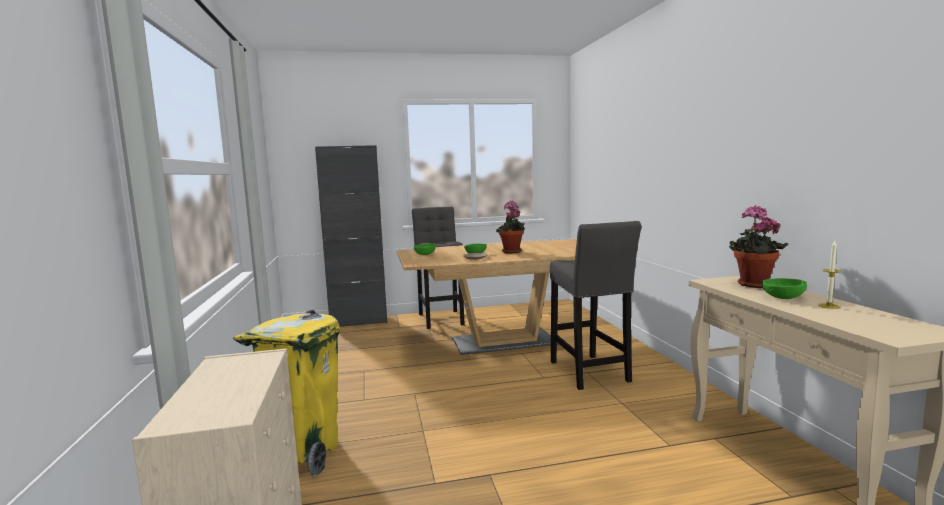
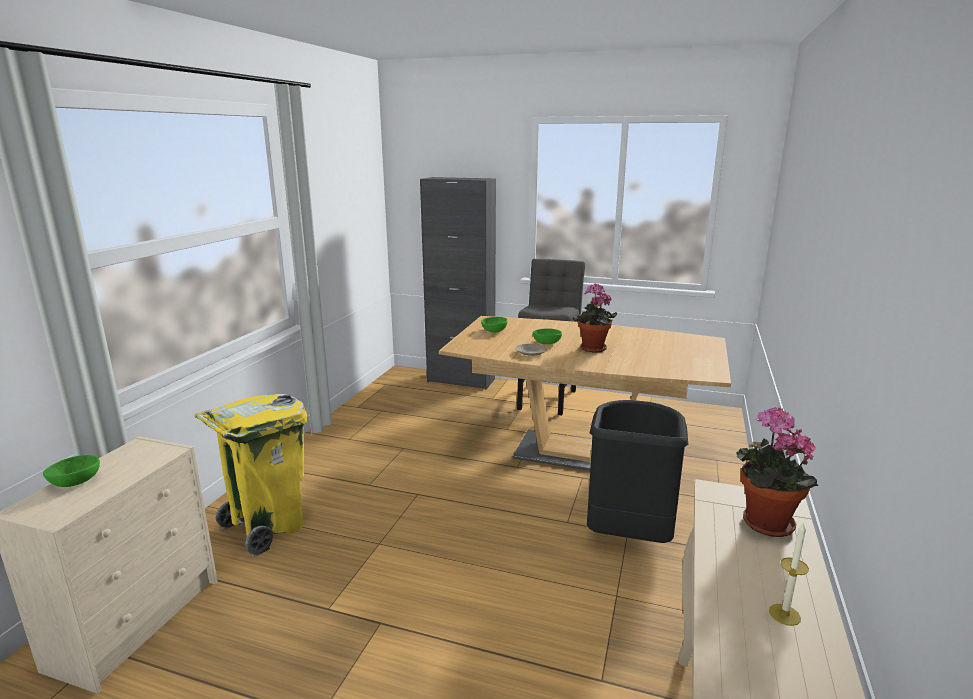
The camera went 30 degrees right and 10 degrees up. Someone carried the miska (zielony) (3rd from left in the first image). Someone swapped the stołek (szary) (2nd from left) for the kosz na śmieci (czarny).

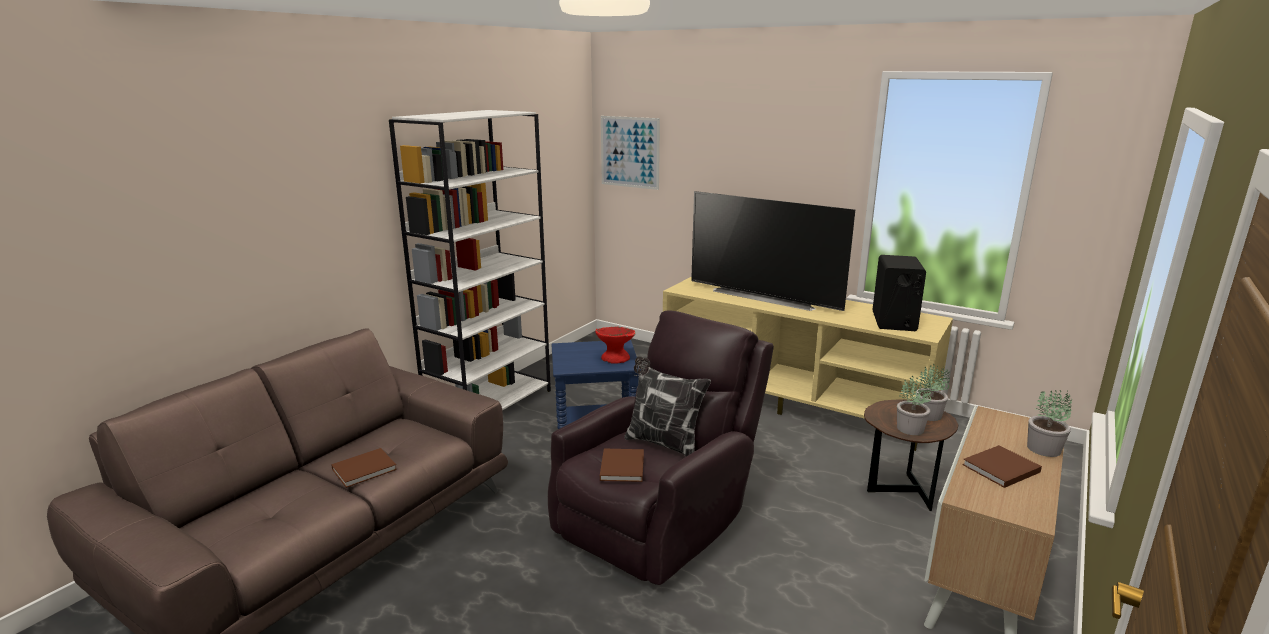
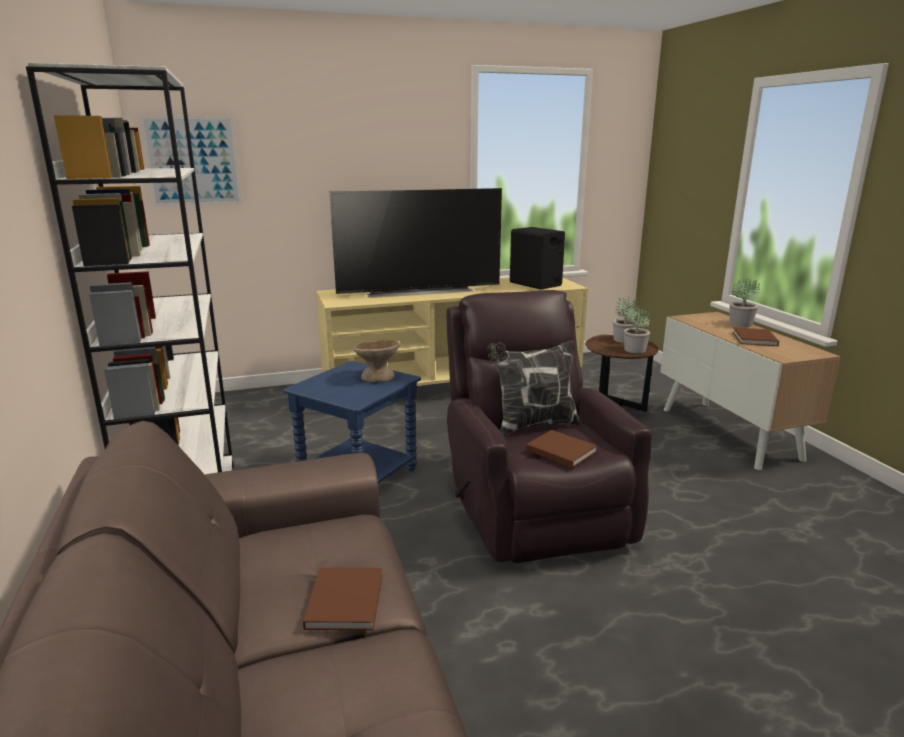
The camera went 50 degrees left and 0 degrees up. Someone repainted the miska (czerwony), which became the miska (beżowy).

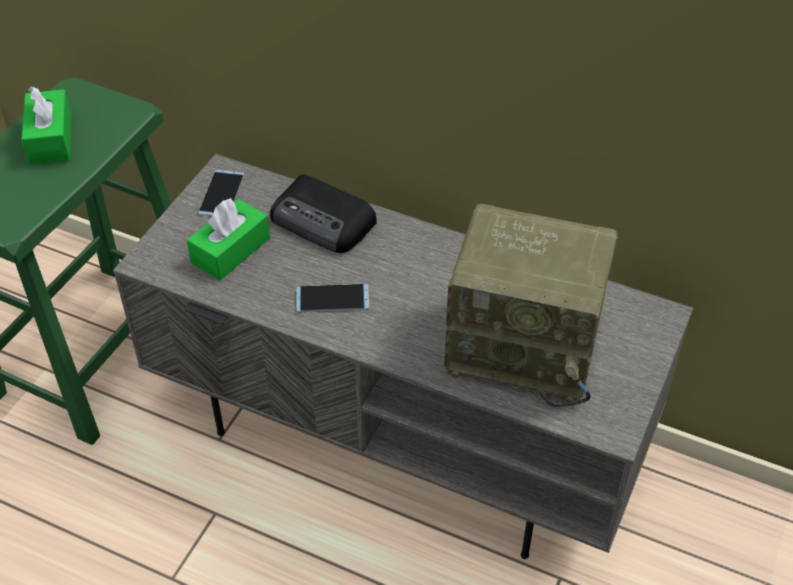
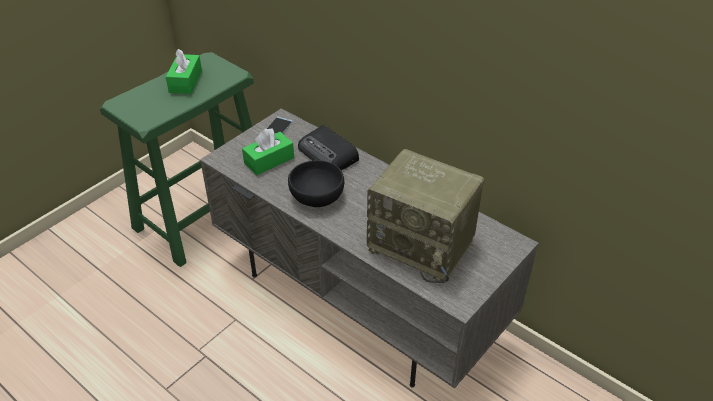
The camera went 15 degrees right and 5 degrees down. Someone swapped the telefon (2nd from left) for the miska (czarny).

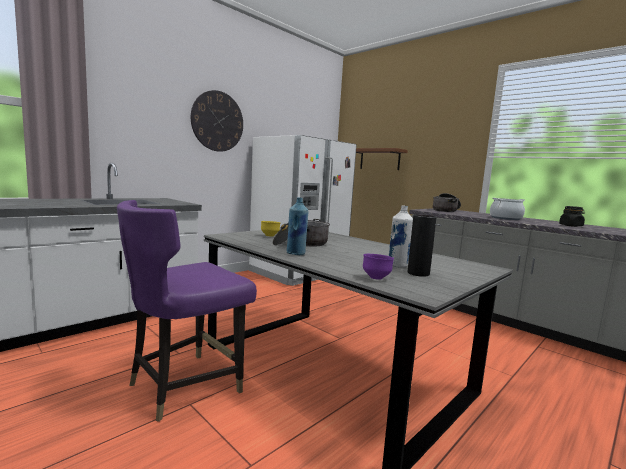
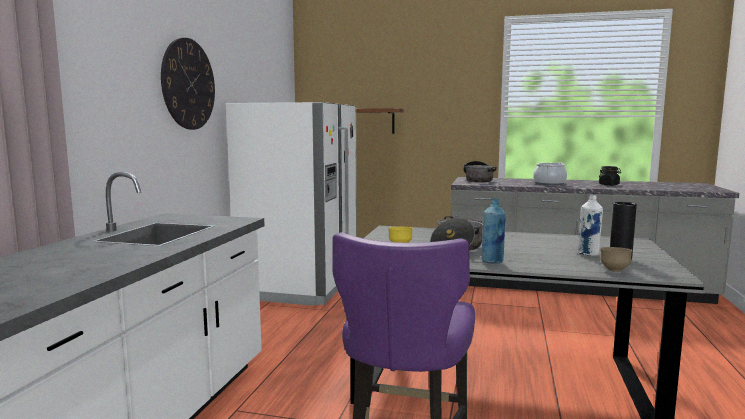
The camera went 30 degrees left and 0 degrees up. Someone repainted the miska (fioletowy), which became the miska (brązowy).

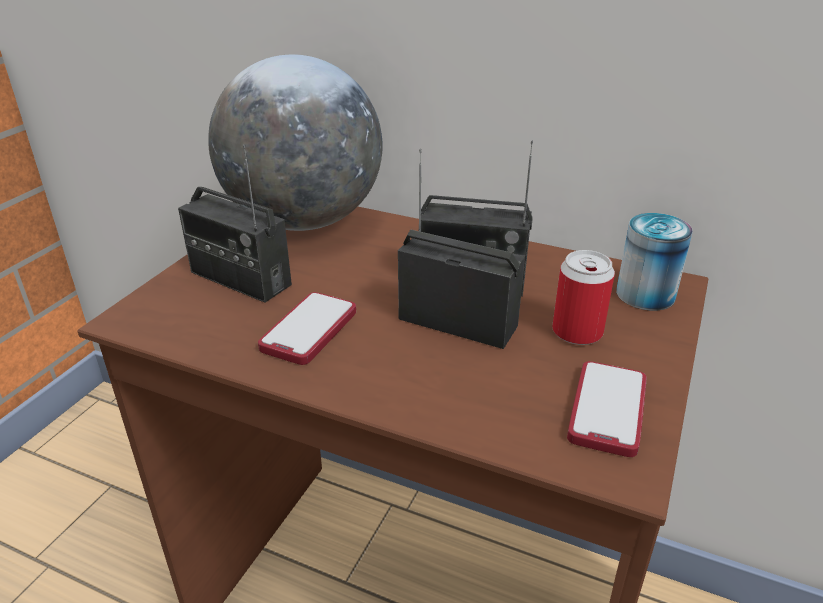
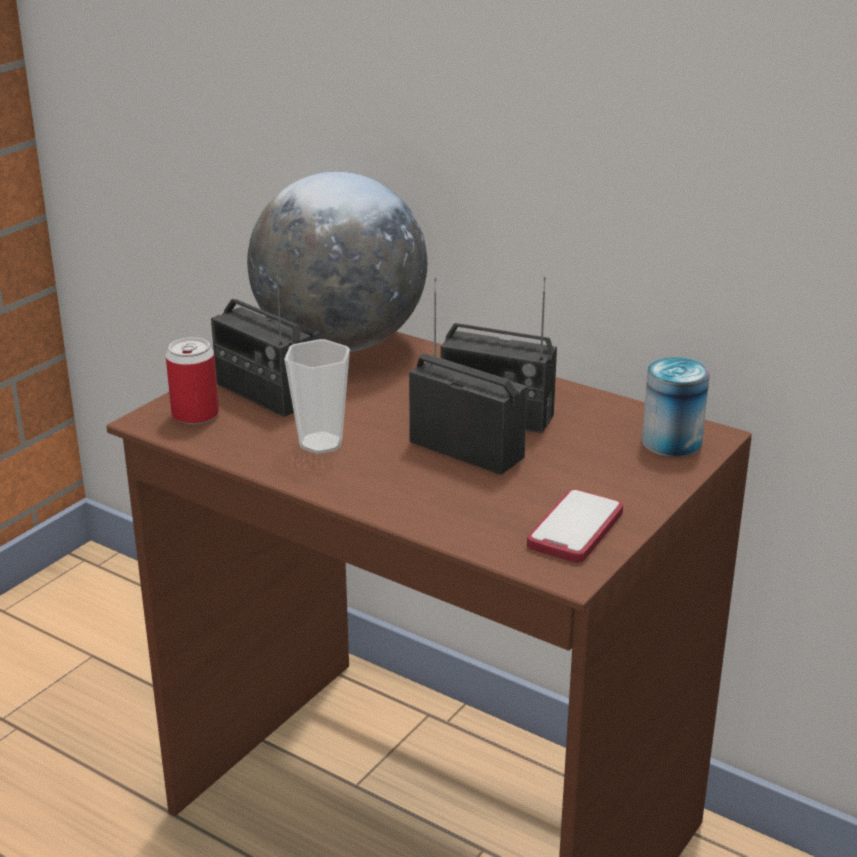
The camera went 10 degrees right and 5 degrees down. Someone carried the puszka (1st from left). Someone swapped the telefon (1st from left) for the filiżanka.

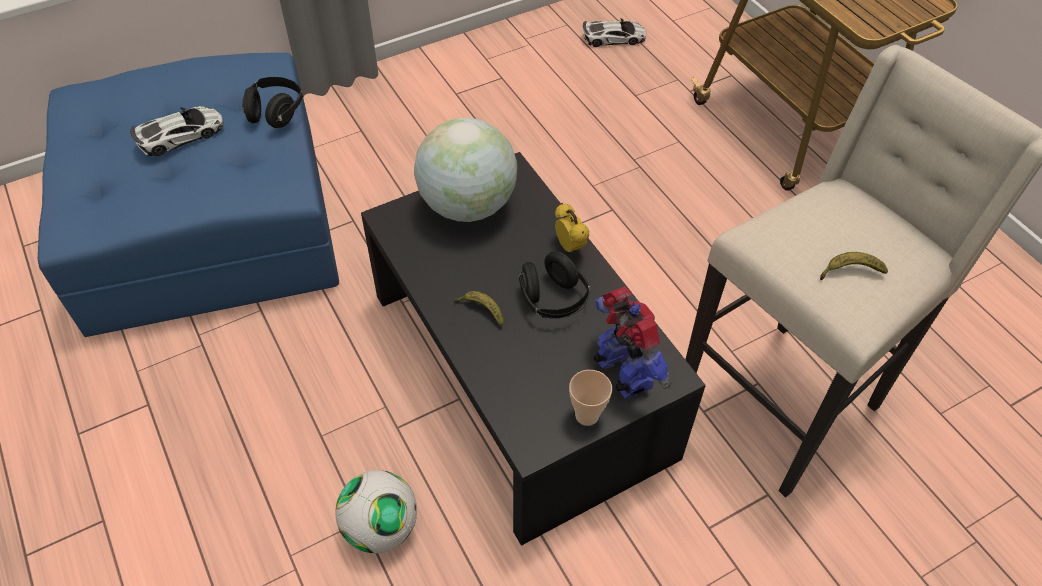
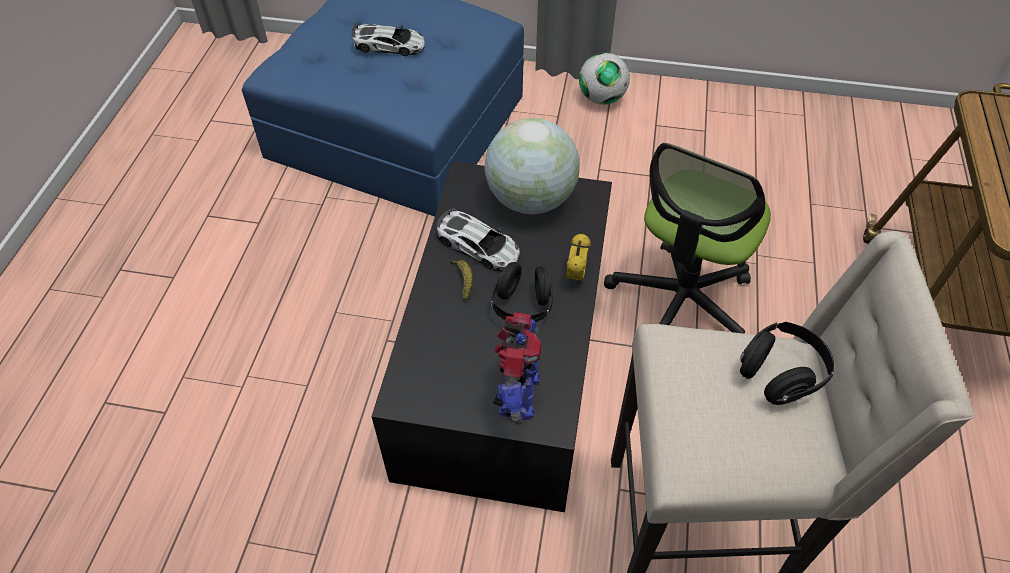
The camera went 40 degrees right and 0 degrees up. Someone carried the samochodzik (2nd from left). Someone carried the piłka futbolowa. Someone put down the krzesło biurowe. Someone carried the słuchawki (czarny) (1st from left in the first image). Someone took away the filiżanka. Someone took away the banan (2nd from left).

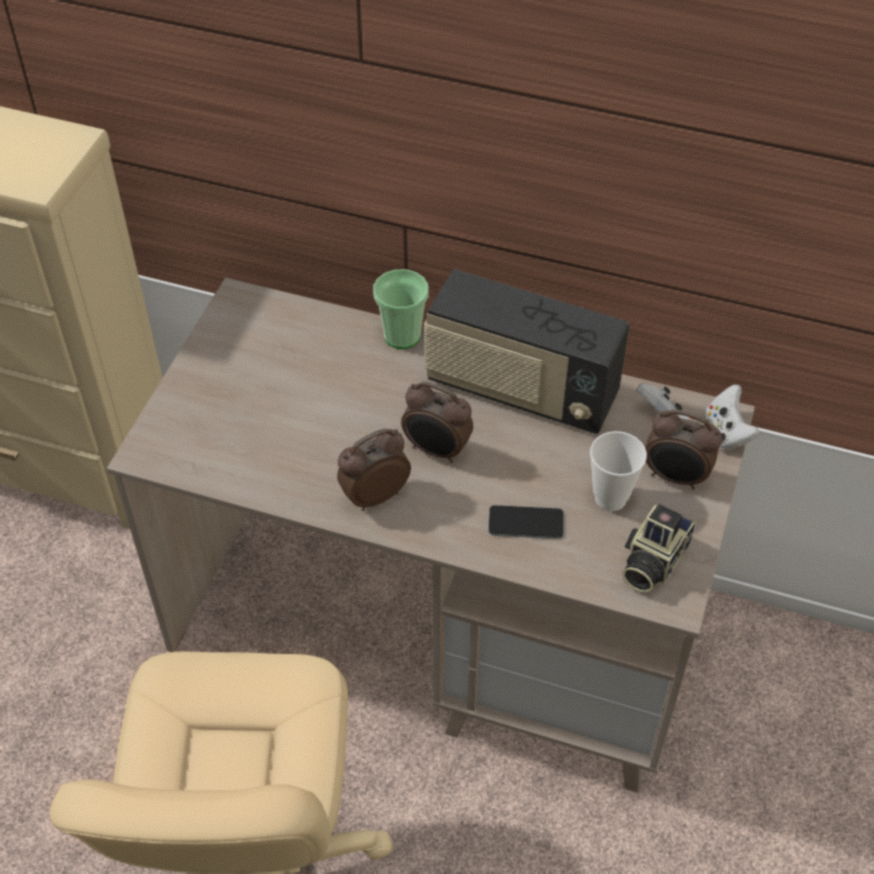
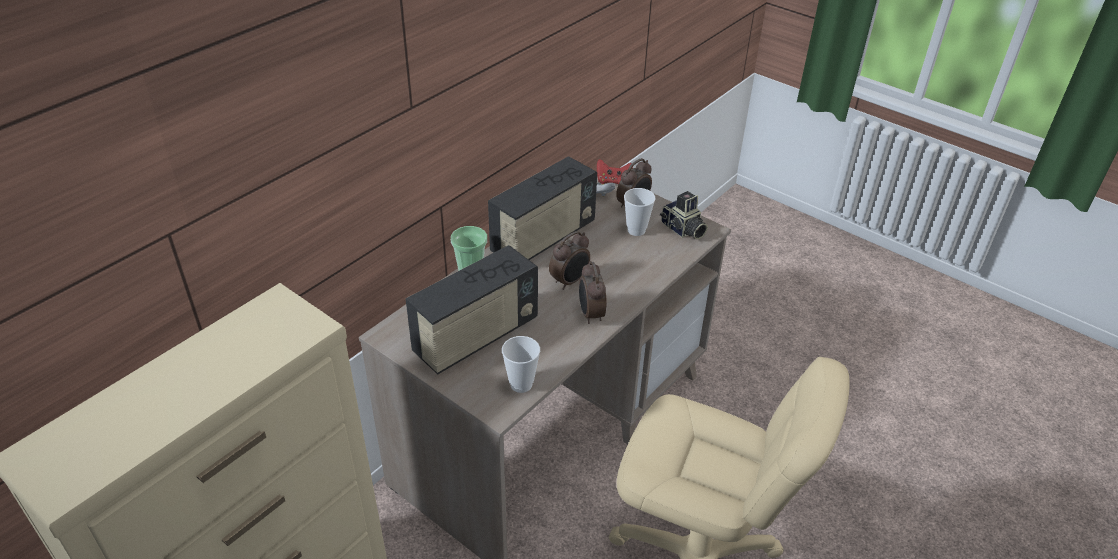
The camera went 70 degrees left and 10 degrees down. Someone put down the radio (1st from left). Someone put down the filiżanka (2nd from left). Someone repainted the pad do gier (biały) (2nd from left), which became the pad do gier (czerwony). Someone took away the telefon.

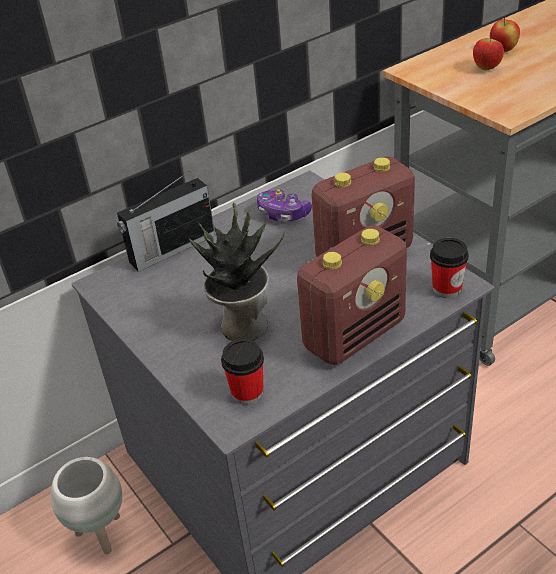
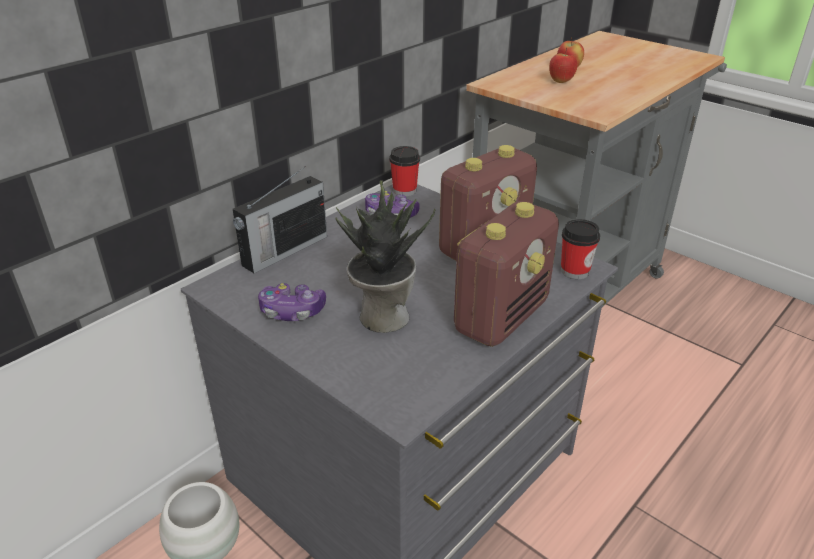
The camera went 15 degrees left and 5 degrees down. Someone put down the pad do gier (1st from left). Someone carried the filiżanka (1st from left).

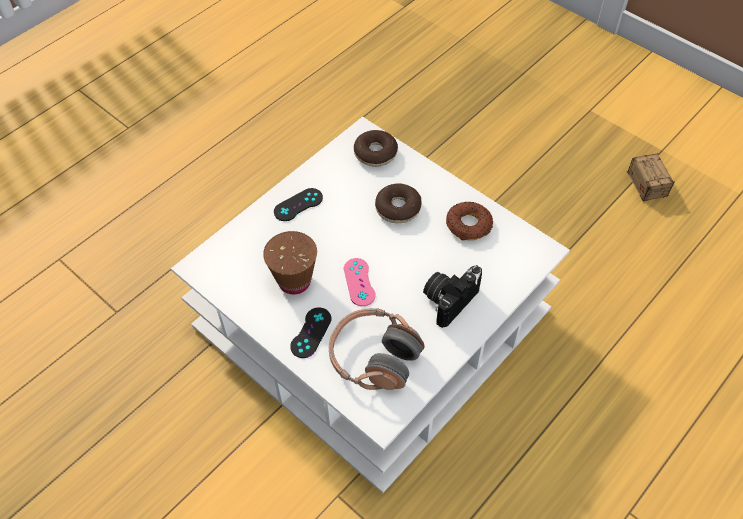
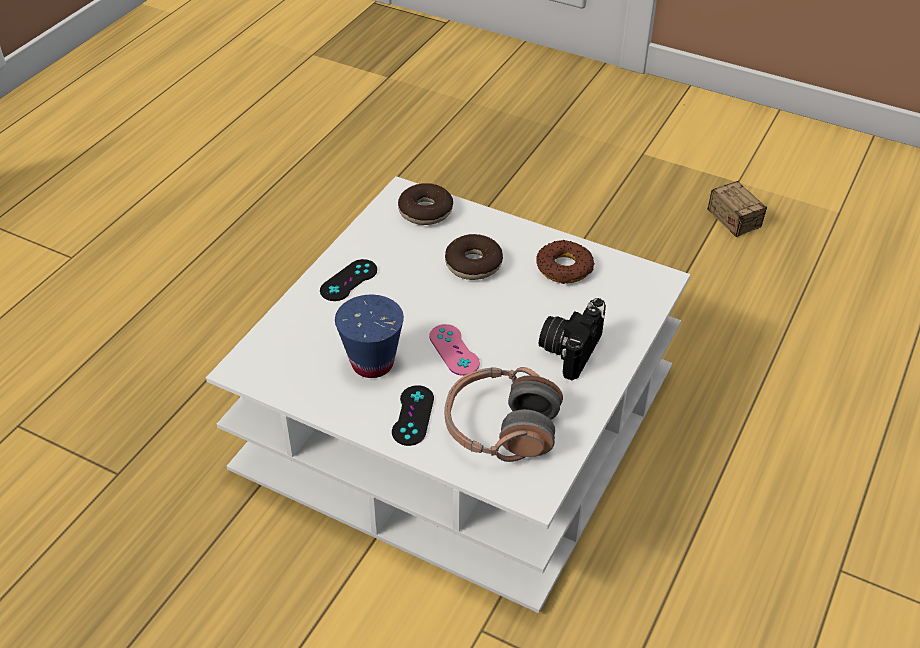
The camera went 15 degrees left and 10 degrees down. Someone repainted the filiżanka (brązowy), which became the filiżanka (niebieski).

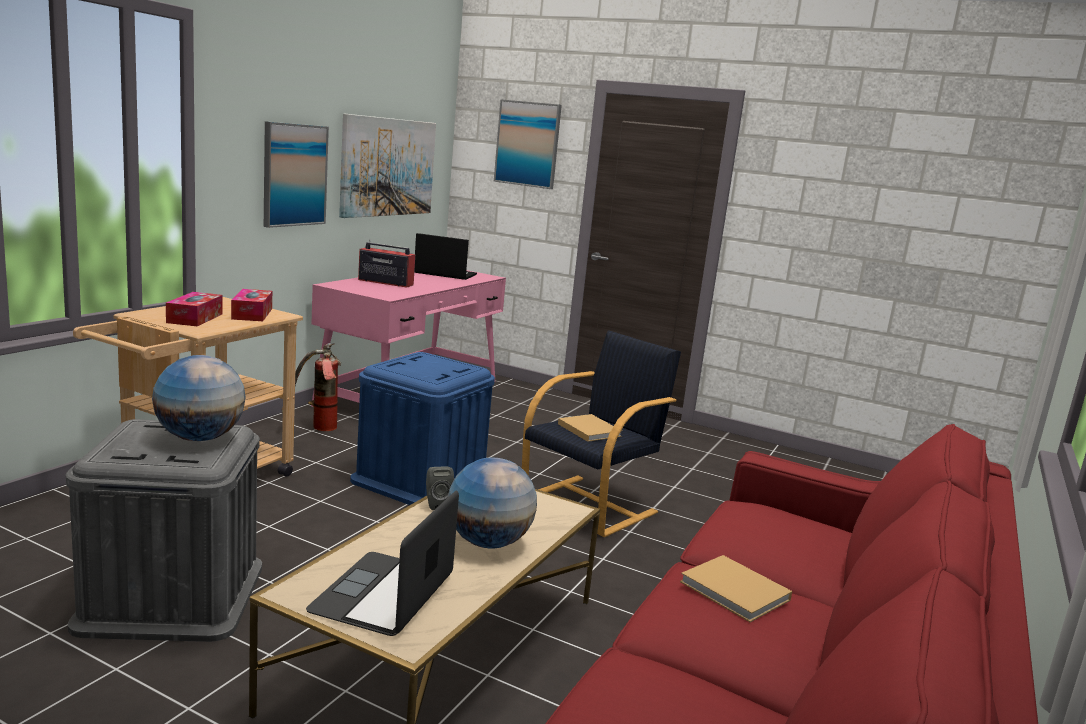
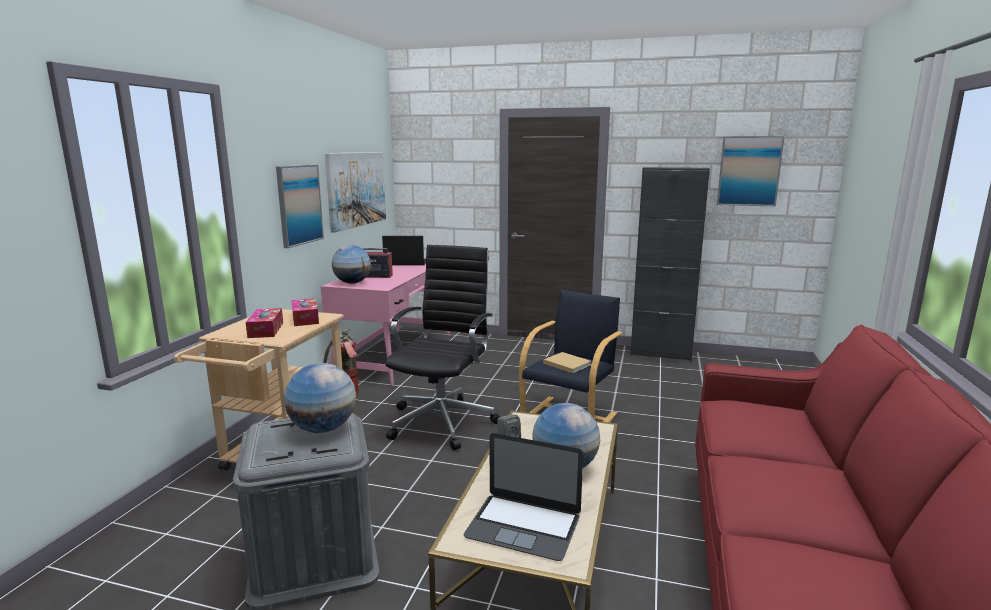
The camera went 10 degrees left and 0 degrees up. Someone put down the globus (2nd from left). Someone swapped the pojemnik do przechowywania (niebieski) for the krzesło biurowe (czarny). Someone rotated the laptop (1st from left in the first image) by 75 degrees counterclockwise. Someone put down the szafka (czarny). Someone carried the obraz (3rd from left). Someone took away the książka (beżowy) (2nd from left).

